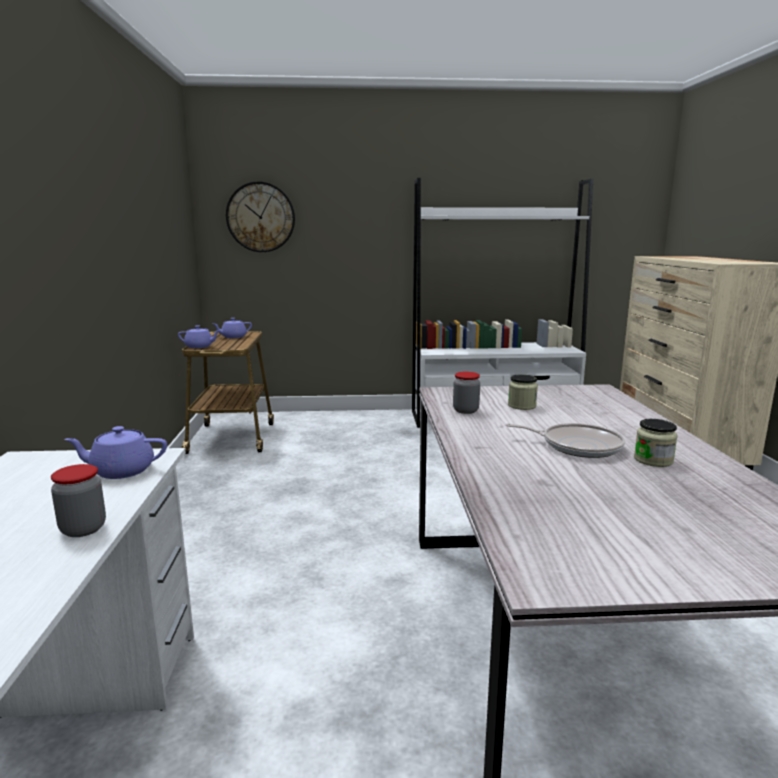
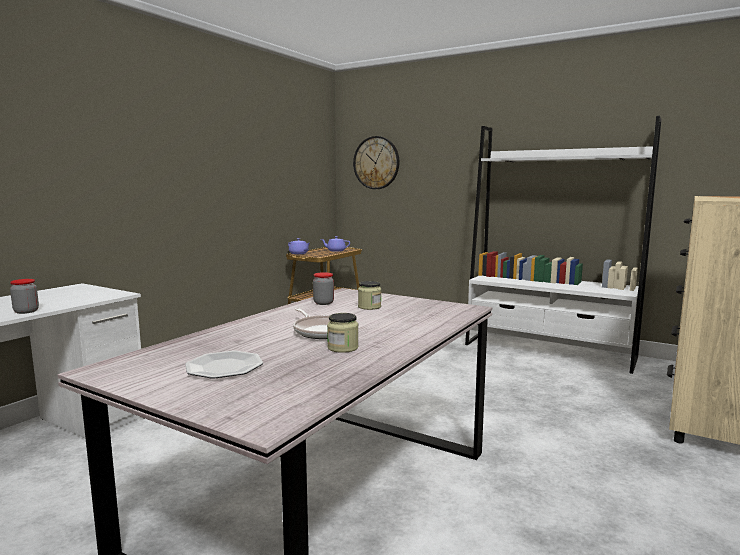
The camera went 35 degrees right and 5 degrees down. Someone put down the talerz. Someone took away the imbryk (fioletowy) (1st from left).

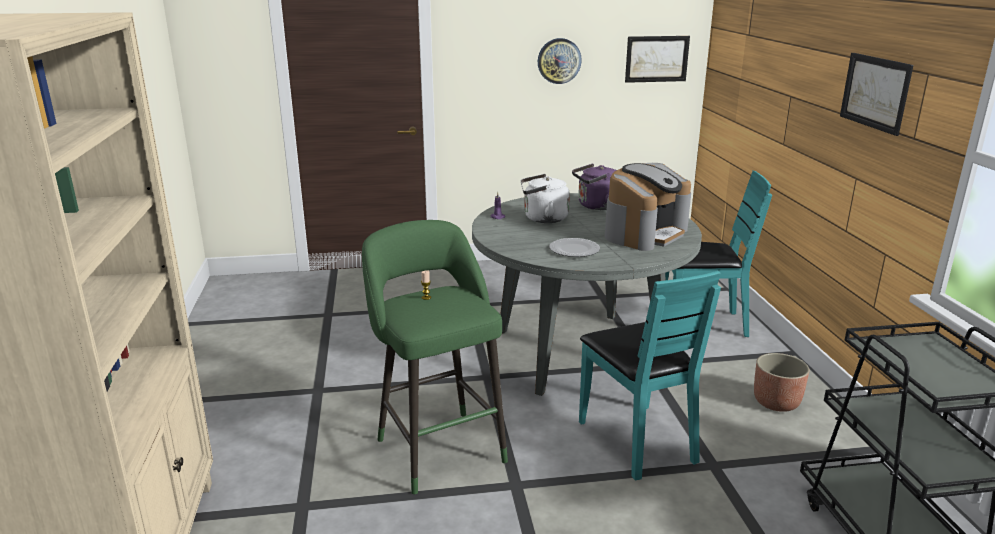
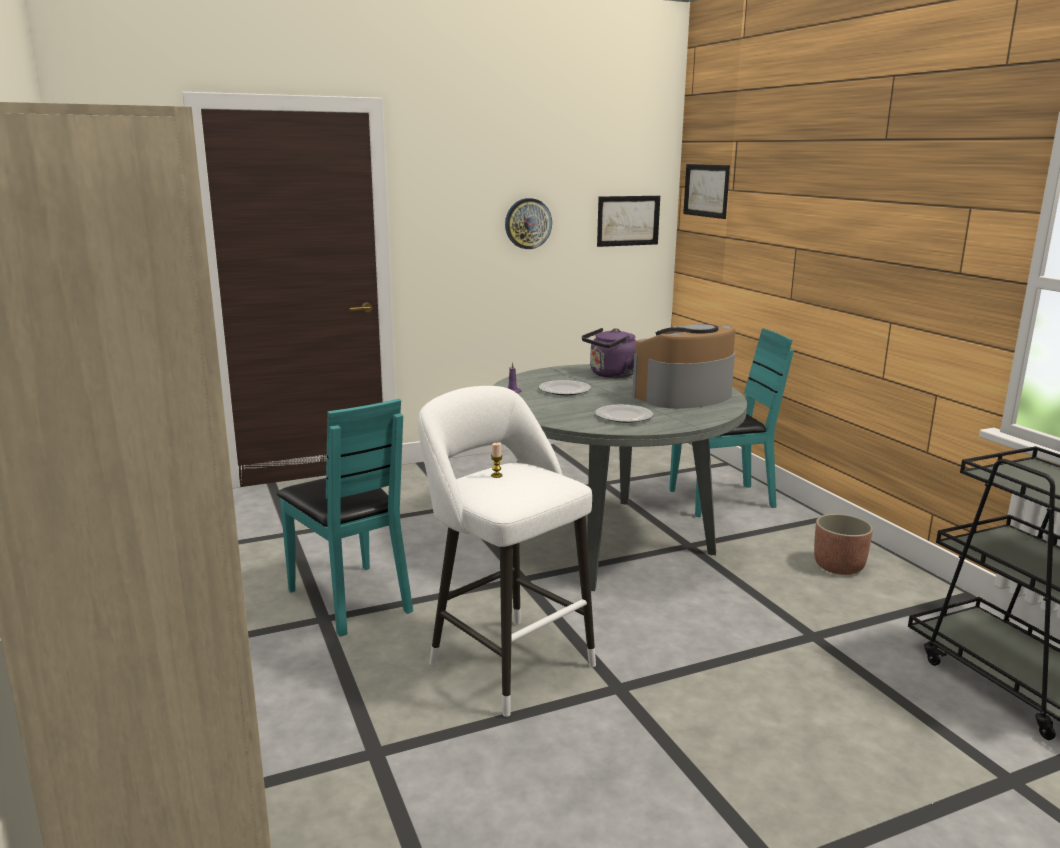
The camera went 15 degrees left and 5 degrees down. Someone carried the krzesło (turkusowy) (1st from left). Someone repainted the stołek (zielony), which became the stołek (biały). Someone swapped the czajnik (biały) for the talerz (1st from left). Someone rotated the ekspres do kawy by 150 degrees counterclockwise. Someone carried the obraz (2nd from left).

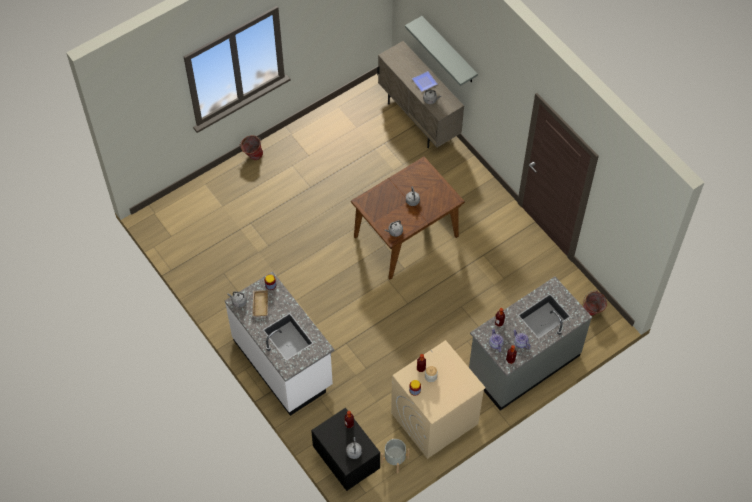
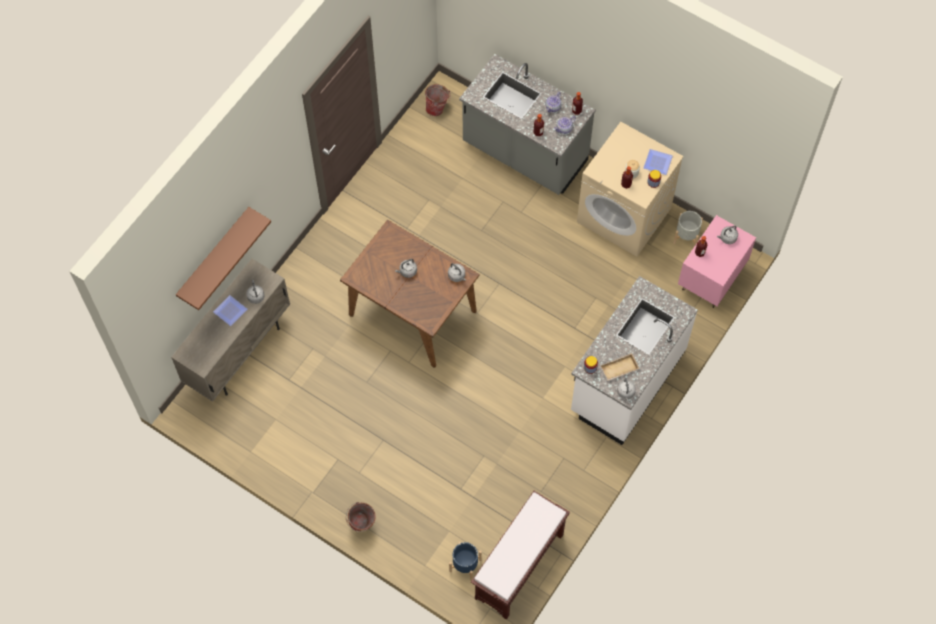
The camera went 110 degrees left and 5 degrees up. Someone repainted the półka (szary), which became the półka (brązowy). Someone put down the donica (niebieski). Someone put down the ławka (brązowy). Someone put down the talerz (2nd from left). Someone repainted the szafka nocna (czarny), which became the szafka nocna (różowy).

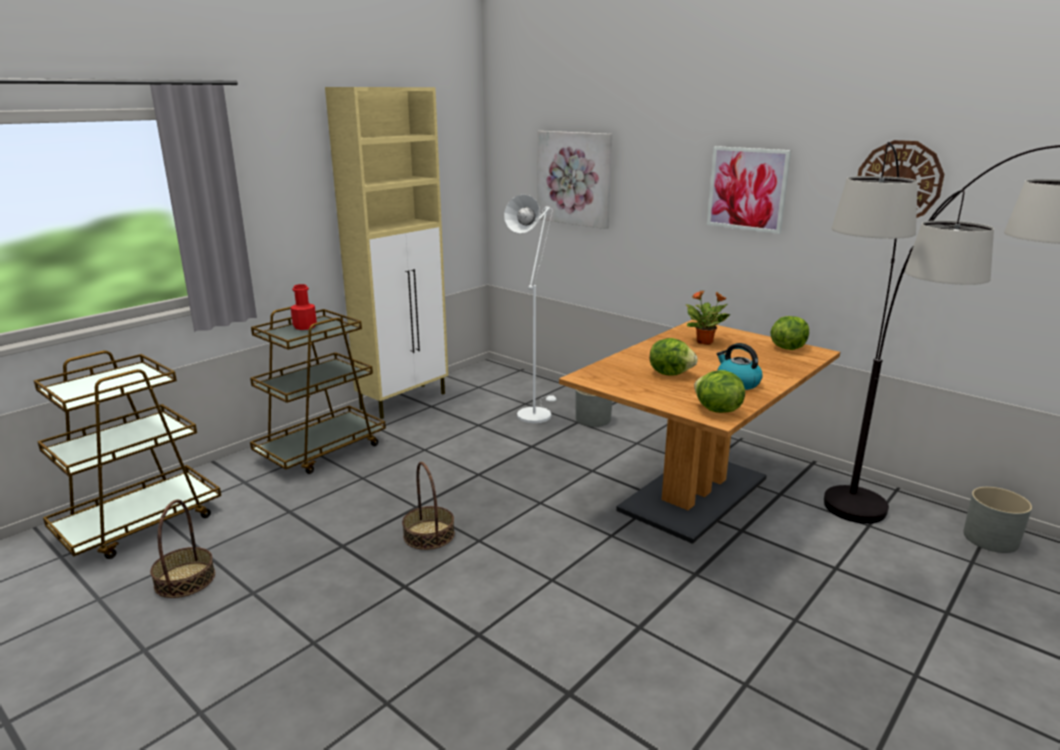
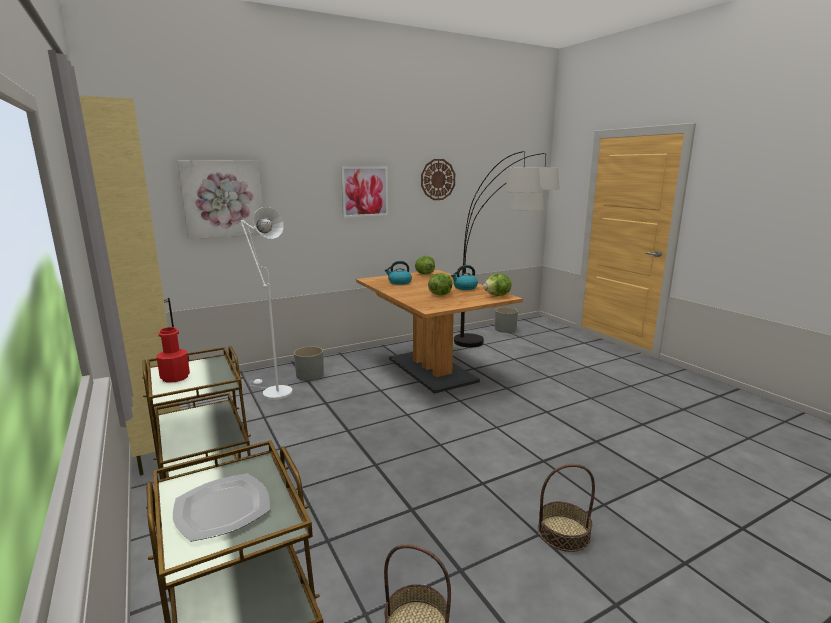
The camera went 70 degrees left and 5 degrees down. Someone put down the talerz. Someone swapped the roślina doniczkowa for the czajnik (1st from left). Someone carried the koszyk (2nd from left).

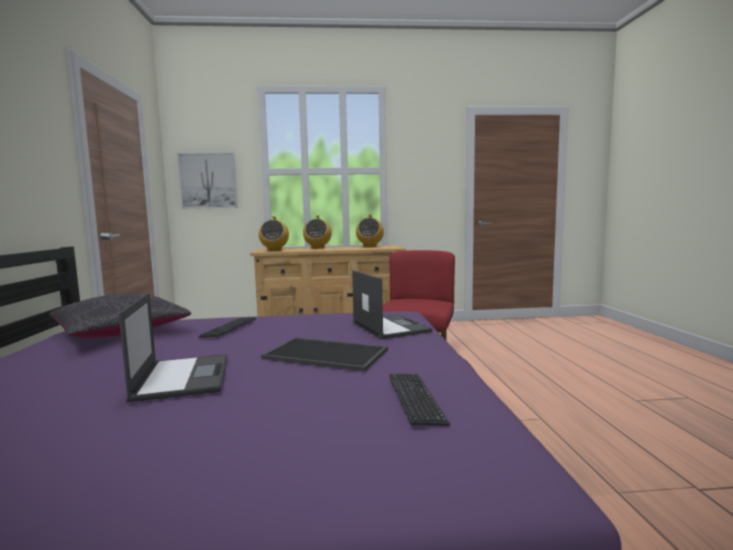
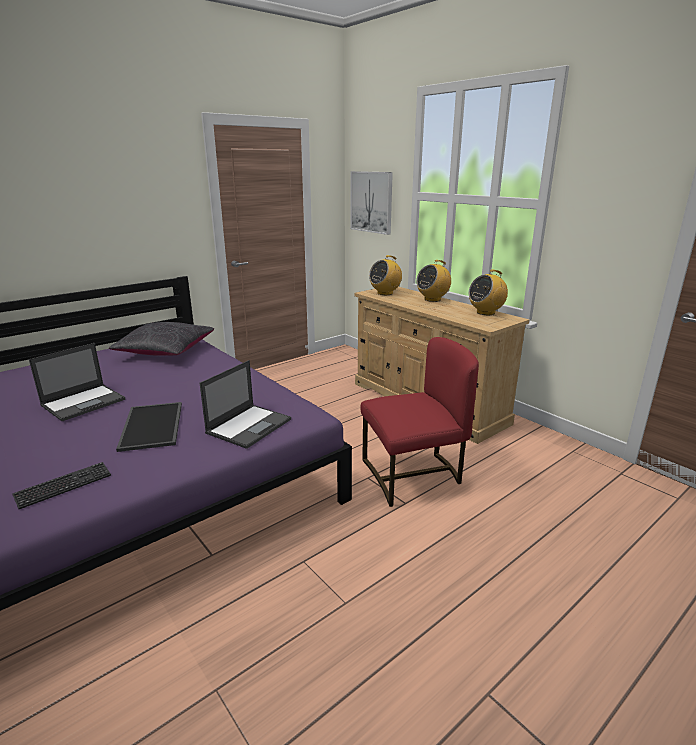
The camera went 55 degrees right and 15 degrees up. Someone took away the klawiatura (1st from left).

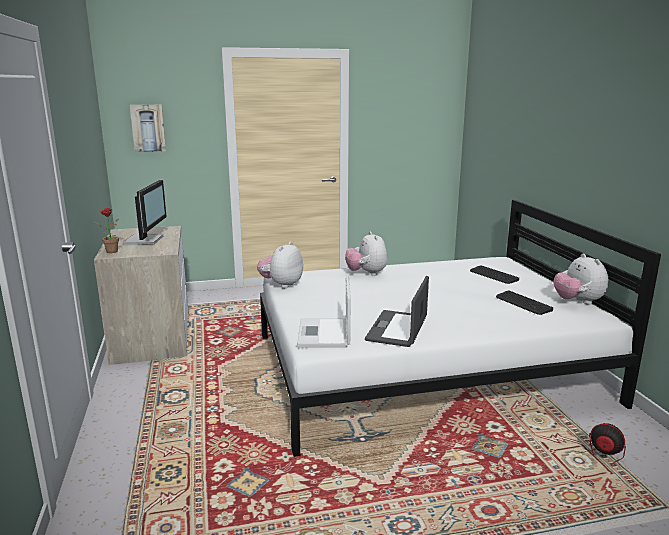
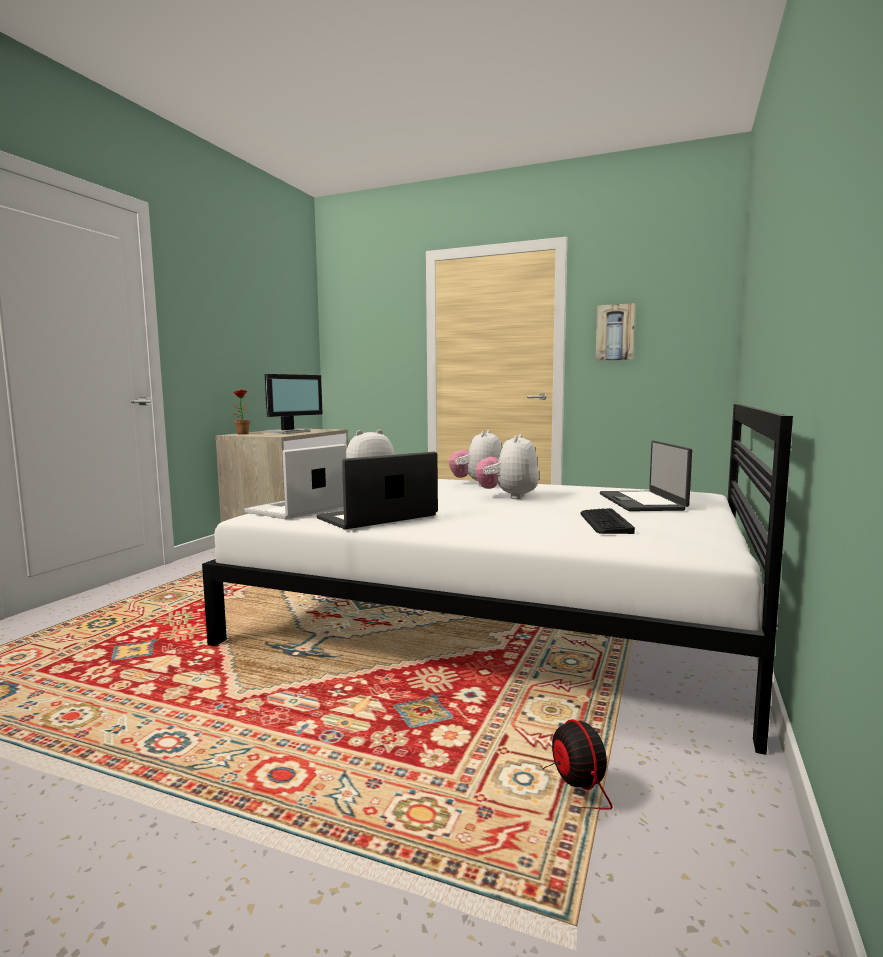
The camera went 35 degrees right and 10 degrees down. Someone carried the pluszak (3rd from left). Someone carried the obraz. Someone swapped the klawiatura (1st from left) for the laptop (3rd from left).

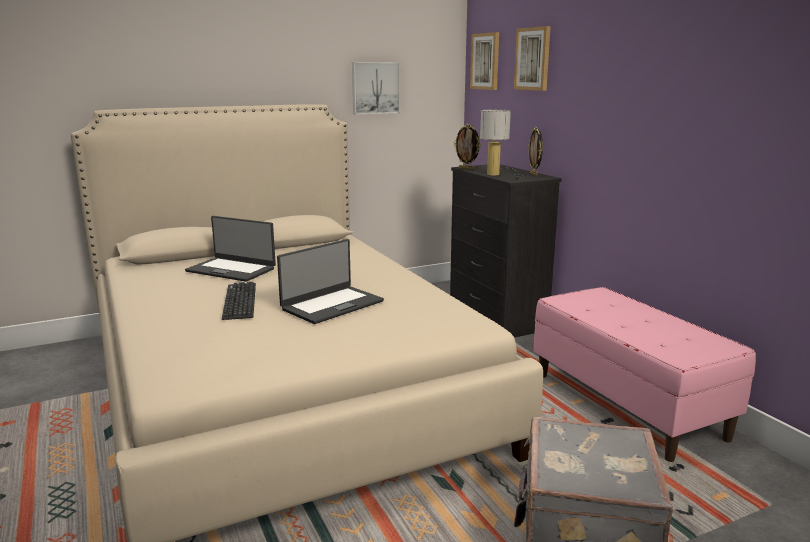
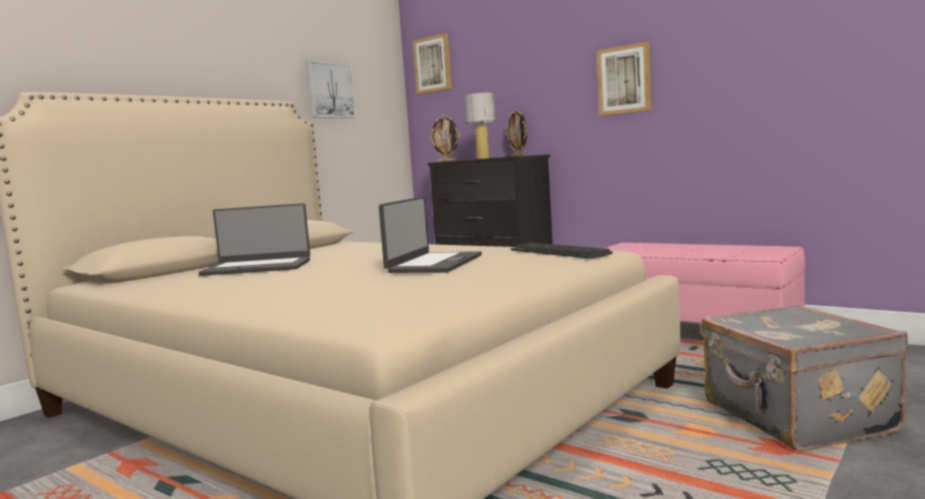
The camera went 25 degrees left and 10 degrees down. Someone carried the klawiatura. Someone carried the obraz (3rd from left).

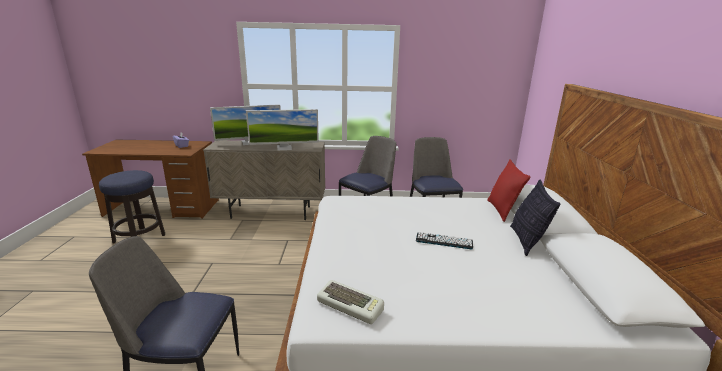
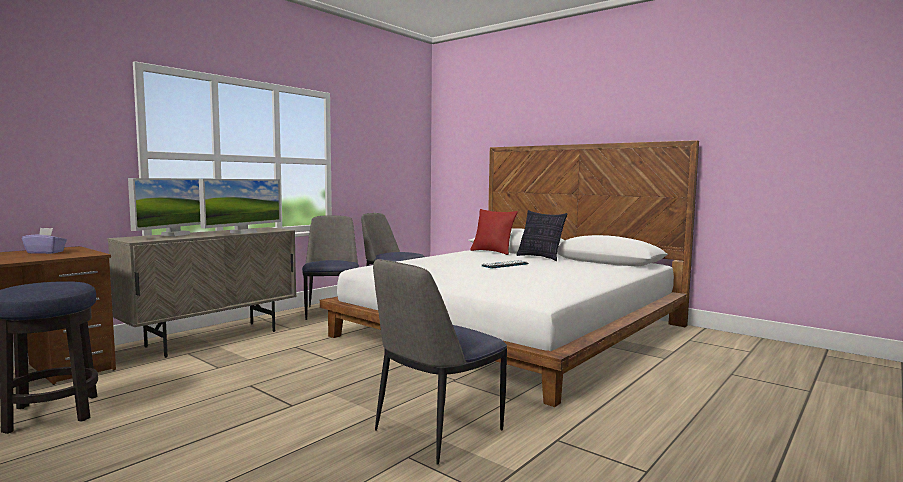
The camera went 50 degrees left and 15 degrees down. Someone took away the klawiatura (1st from left).

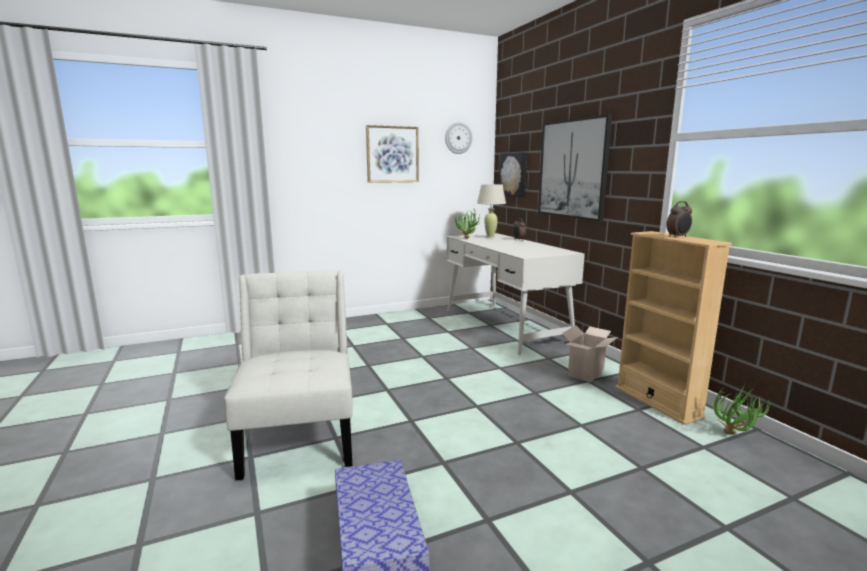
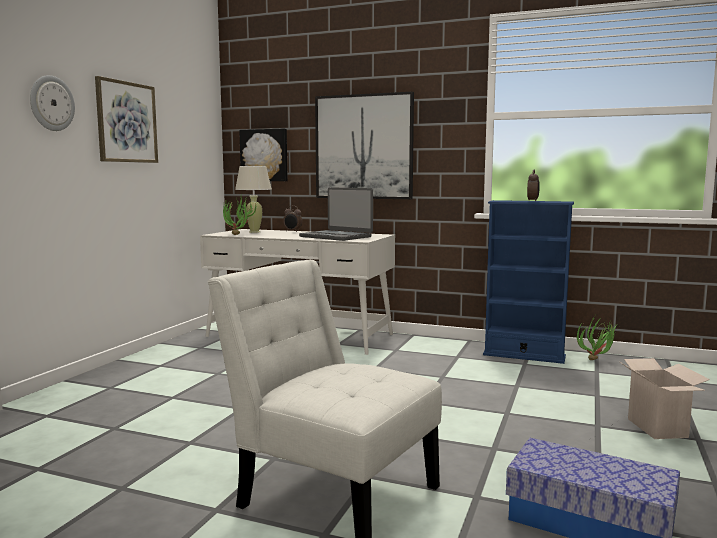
The camera went 45 degrees left and 5 degrees down. Someone carried the zegar ścienny. Someone put down the laptop. Someone repainted the regał (beżowy), which became the regał (niebieski). Someone carried the karton.

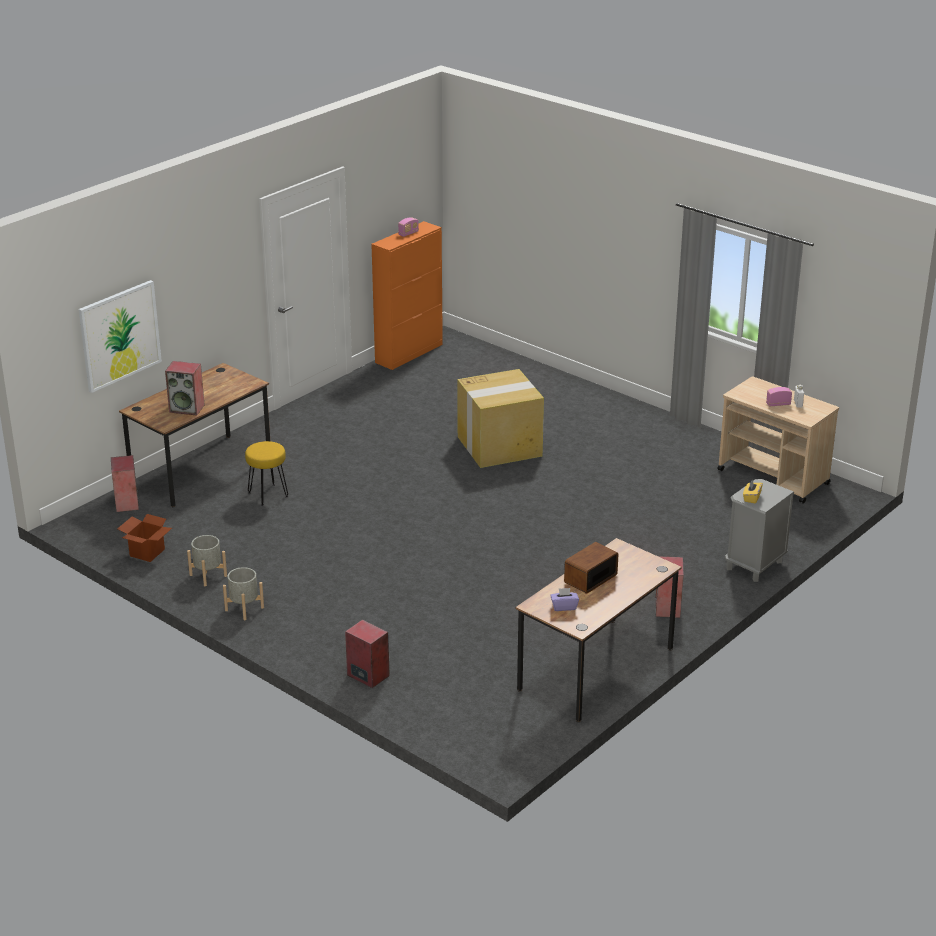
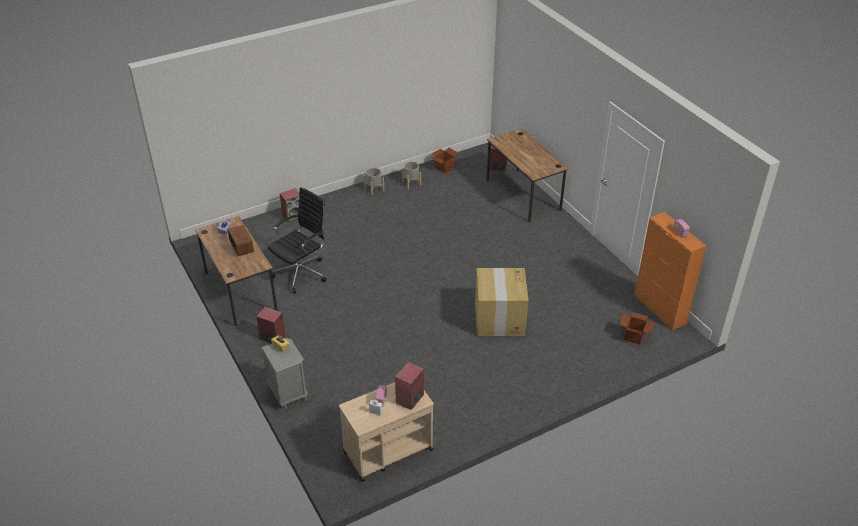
The camera went 110 degrees right and 10 degrees up. Someone put down the krzesło biurowe (czarny). Someone carried the głośnik (2nd from left in the first image). Someone put down the karton (3rd from left). Someone took away the obraz. Someone took away the stołek (żółty).

